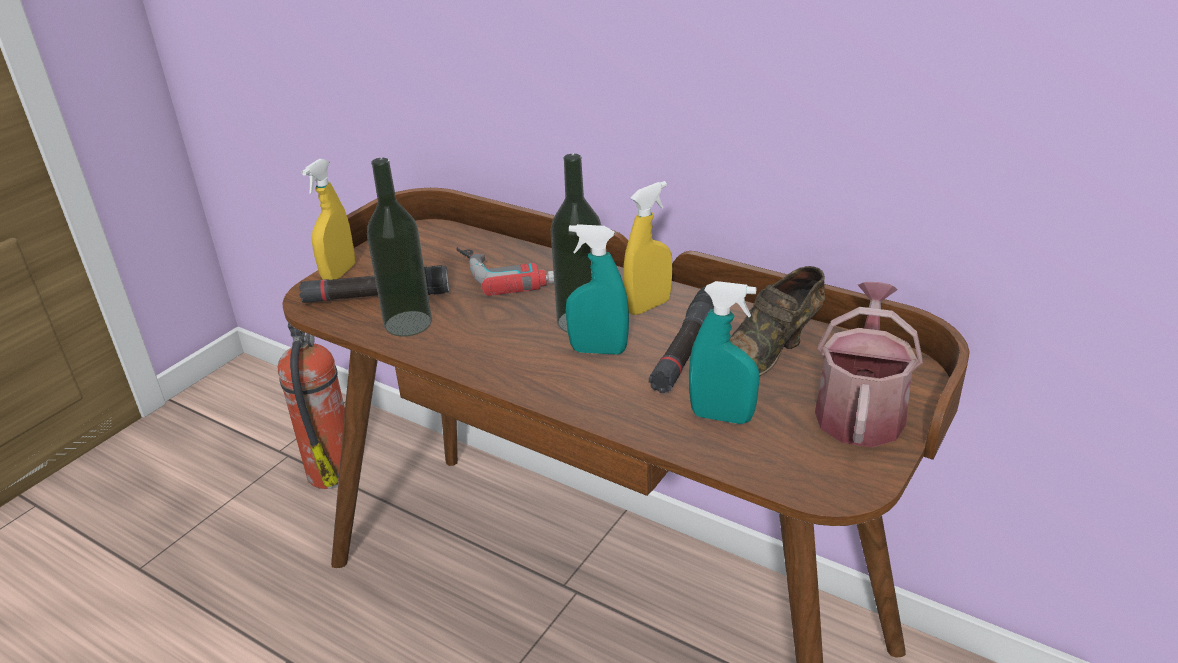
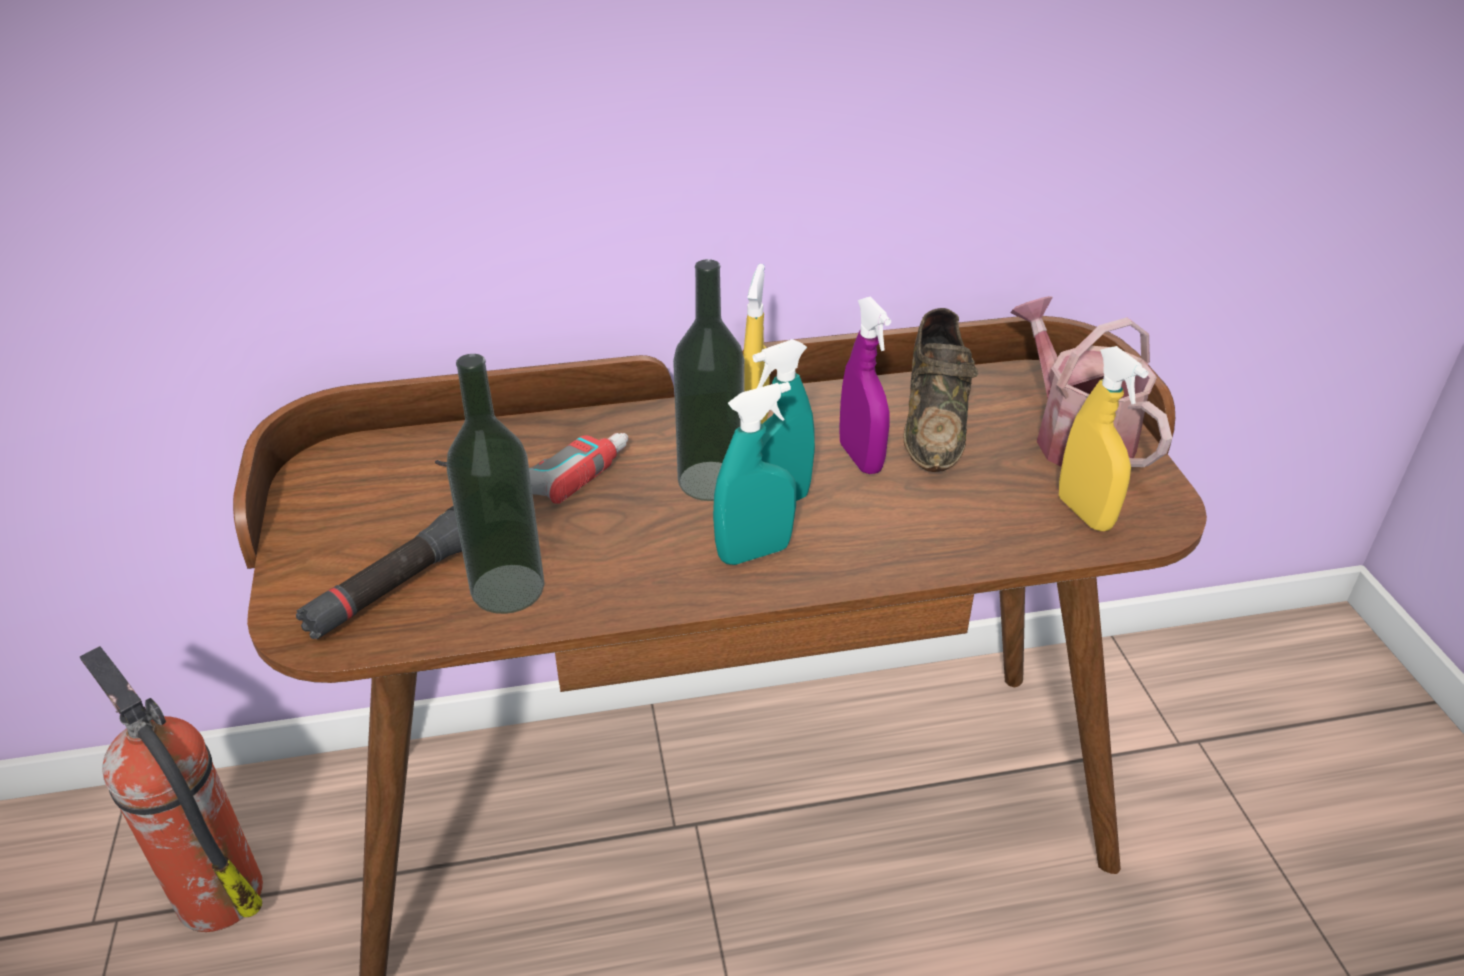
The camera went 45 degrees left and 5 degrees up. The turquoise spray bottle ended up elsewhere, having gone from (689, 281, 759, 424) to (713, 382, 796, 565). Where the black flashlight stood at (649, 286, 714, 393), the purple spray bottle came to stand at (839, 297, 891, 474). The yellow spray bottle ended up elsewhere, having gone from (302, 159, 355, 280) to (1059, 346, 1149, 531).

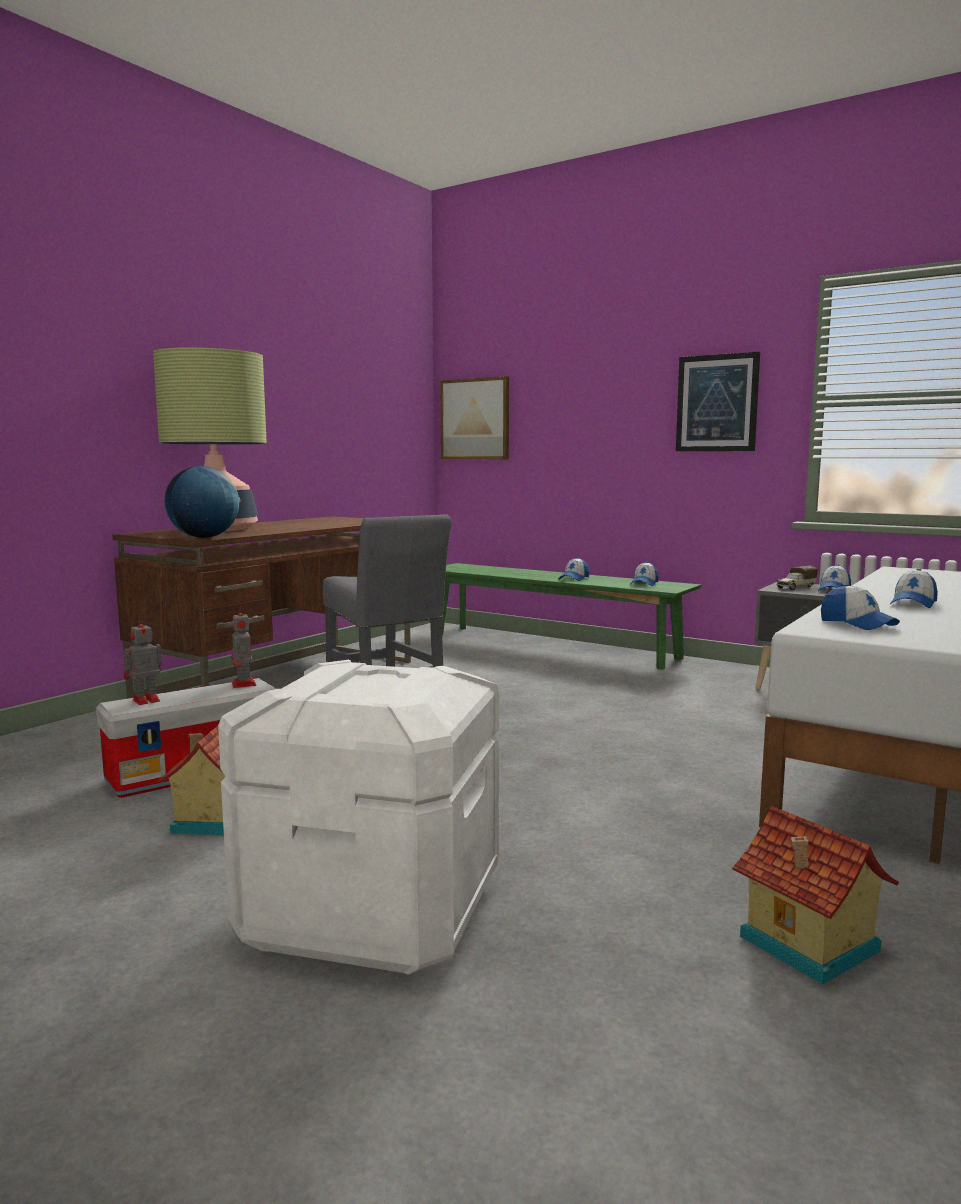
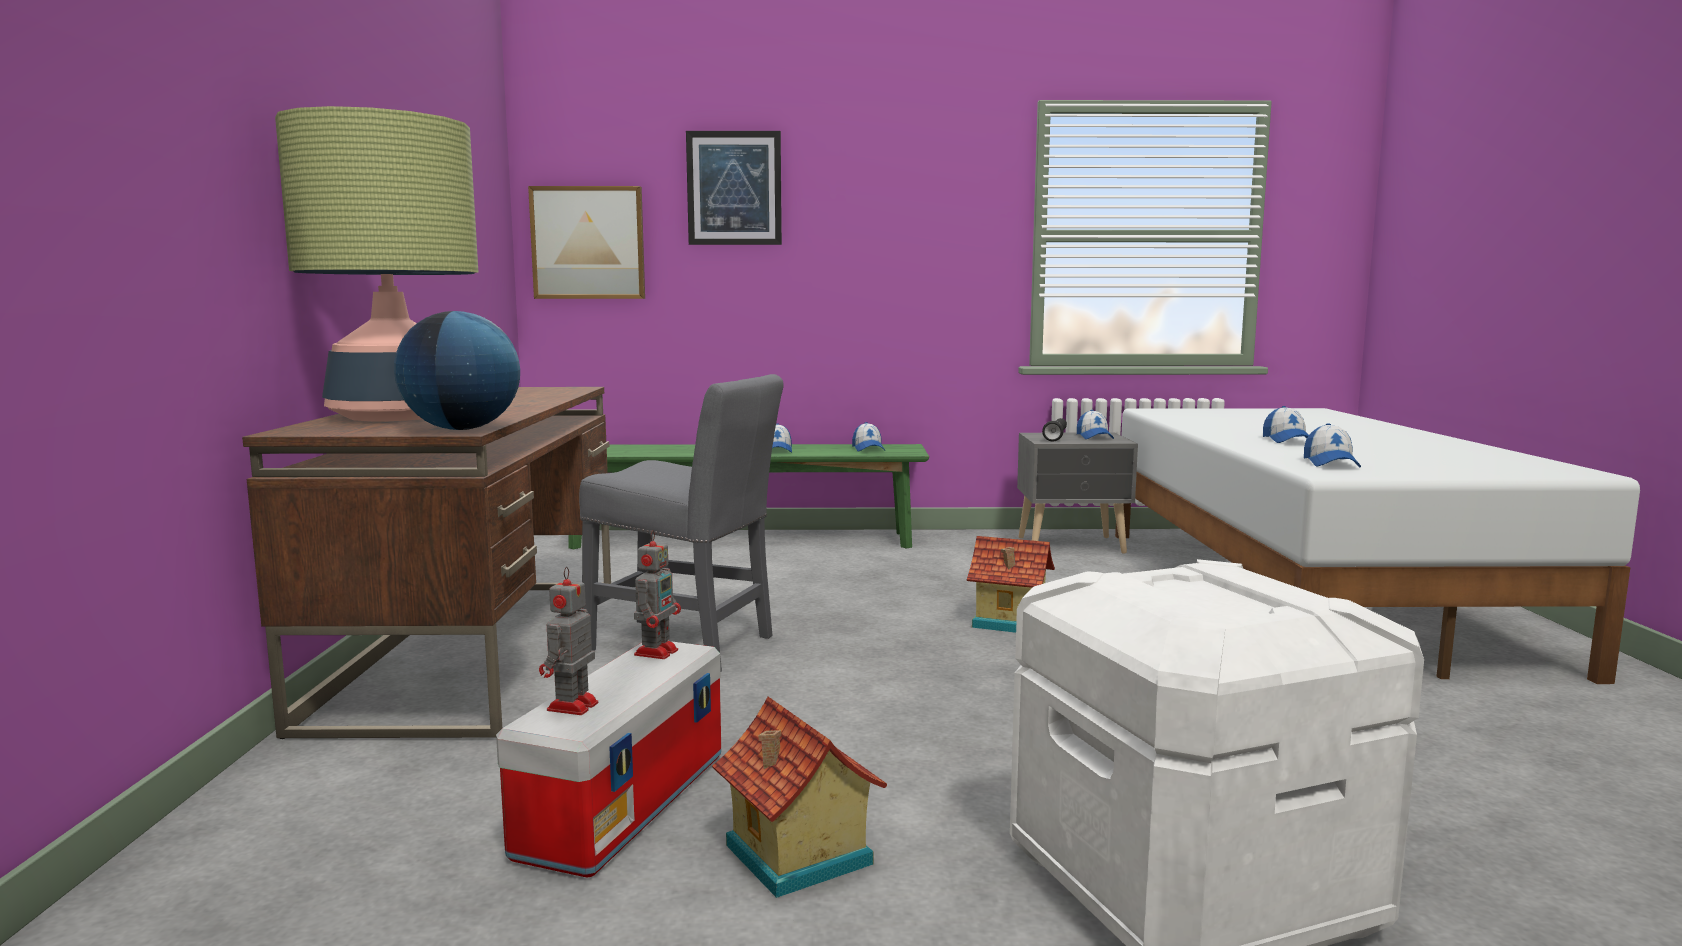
The camera went 35 degrees left and 0 degrees up. The toy robot at (231, 607, 256, 688) ended up facing another way, 105 degrees counterclockwise from before. The picture ended up elsewhere, having gone from (676, 352, 760, 451) to (686, 131, 782, 245). The toy house ended up elsewhere, having gone from (732, 806, 899, 984) to (967, 536, 1055, 633). Where the toy truck stood at (776, 566, 818, 590), the black flashlight came to stand at (1042, 418, 1067, 442). The cap at (821, 584, 900, 630) ended up facing another way, 75 degrees clockwise from before.

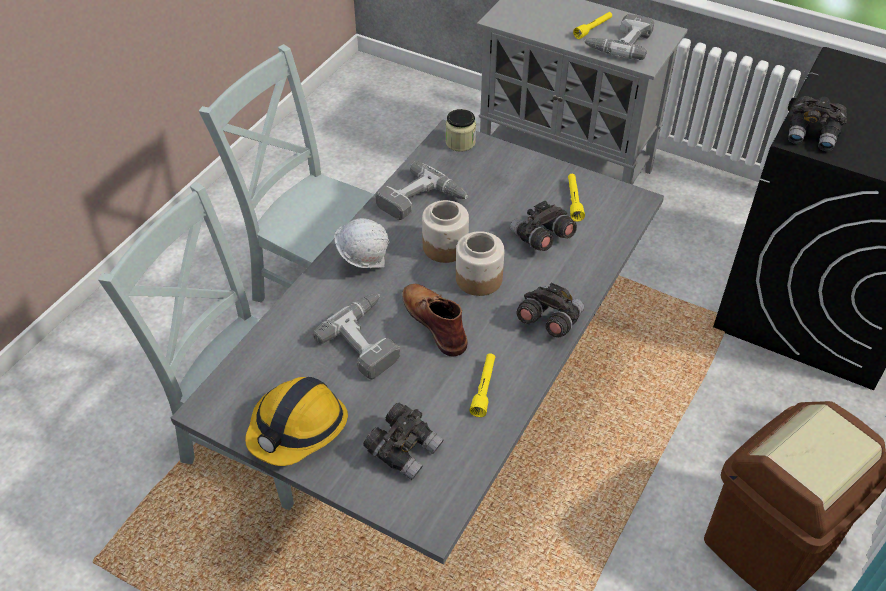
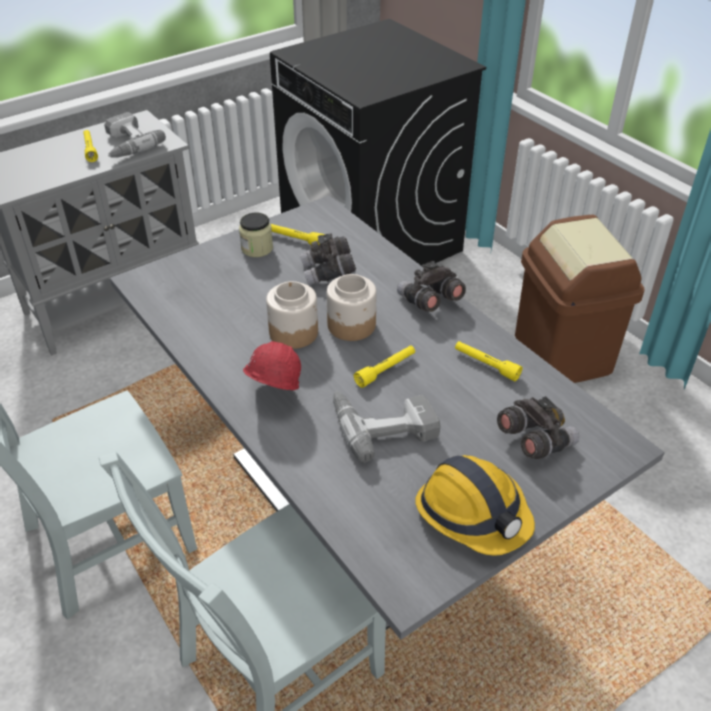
The camera went 65 degrees left and 5 degrees down. The jar ended up elsewhere, having gone from (446, 109, 476, 152) to (239, 213, 273, 257). What was the white hard hat at (334, 218, 389, 268) turned into the red hard hat at (243, 341, 301, 390). Where the brown boot stood at (402, 284, 468, 356), the yellow flashlight came to stand at (354, 345, 415, 388). The second view lost the power drill at (375, 161, 468, 220). The second view lost the grey binoculars at (788, 96, 847, 151).

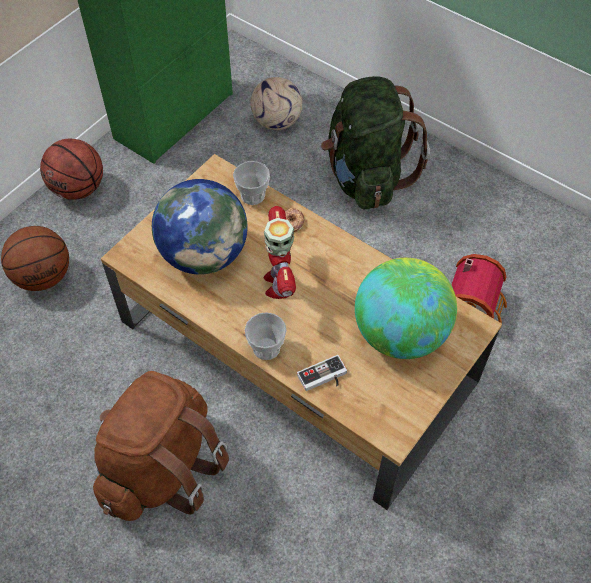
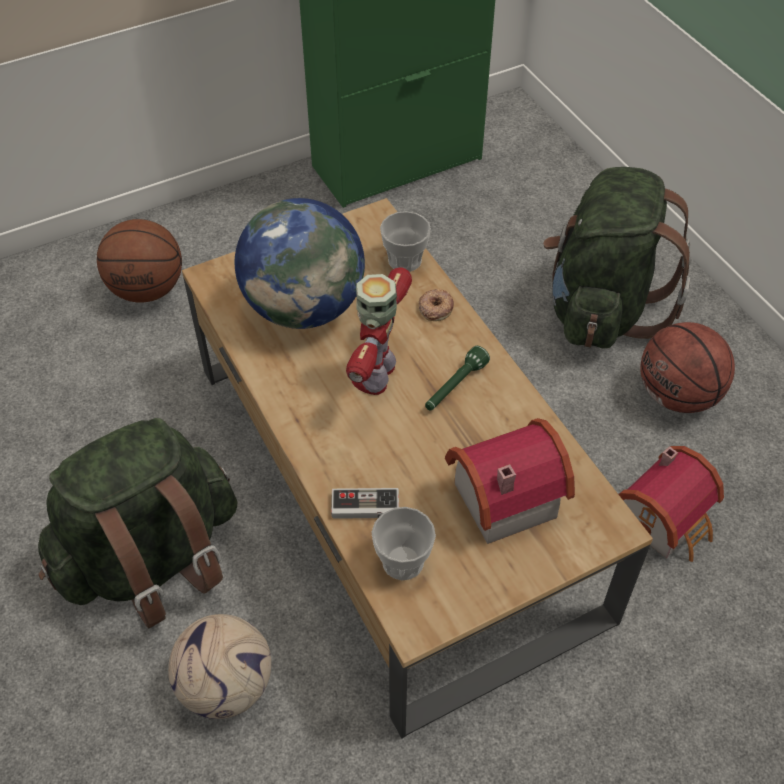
The camera went 25 degrees right and 5 degrees down. What was the brown backpack at (93, 371, 229, 521) turned into the green backpack at (38, 418, 237, 628). The football ended up elsewhere, having gone from (250, 77, 302, 130) to (168, 614, 271, 719). The cup ended up elsewhere, having gone from (245, 312, 287, 360) to (371, 507, 436, 580). The second view gained the green flashlight at (425, 346, 490, 410). Where the globe stood at (355, 258, 457, 359), the toy house came to stand at (445, 418, 575, 544). The basketball ended up elsewhere, having gone from (40, 139, 103, 200) to (640, 322, 735, 413).

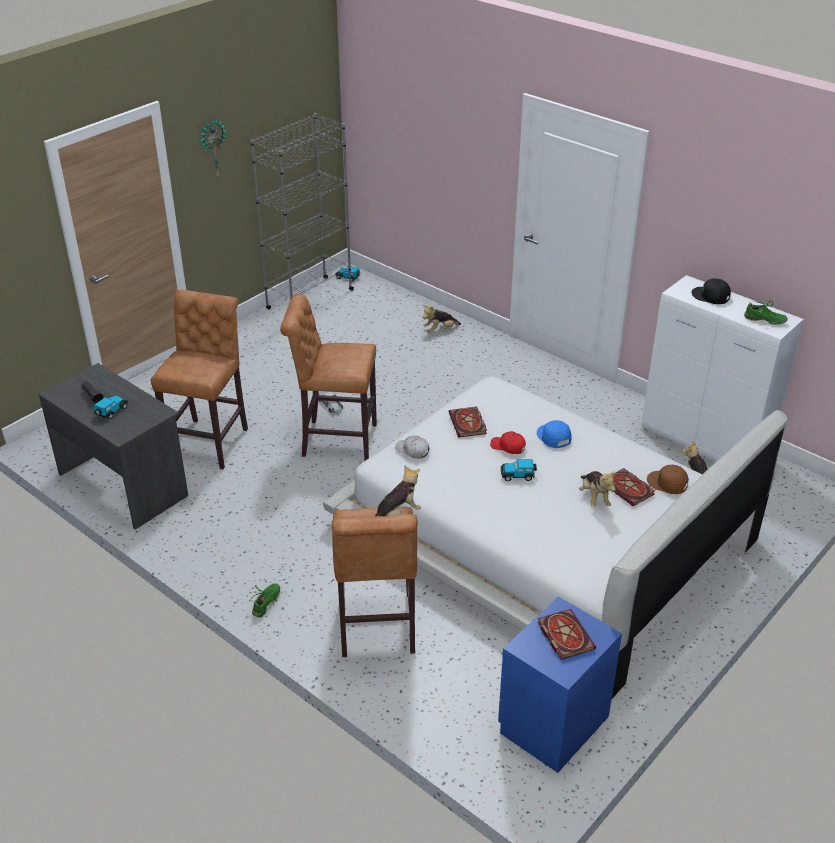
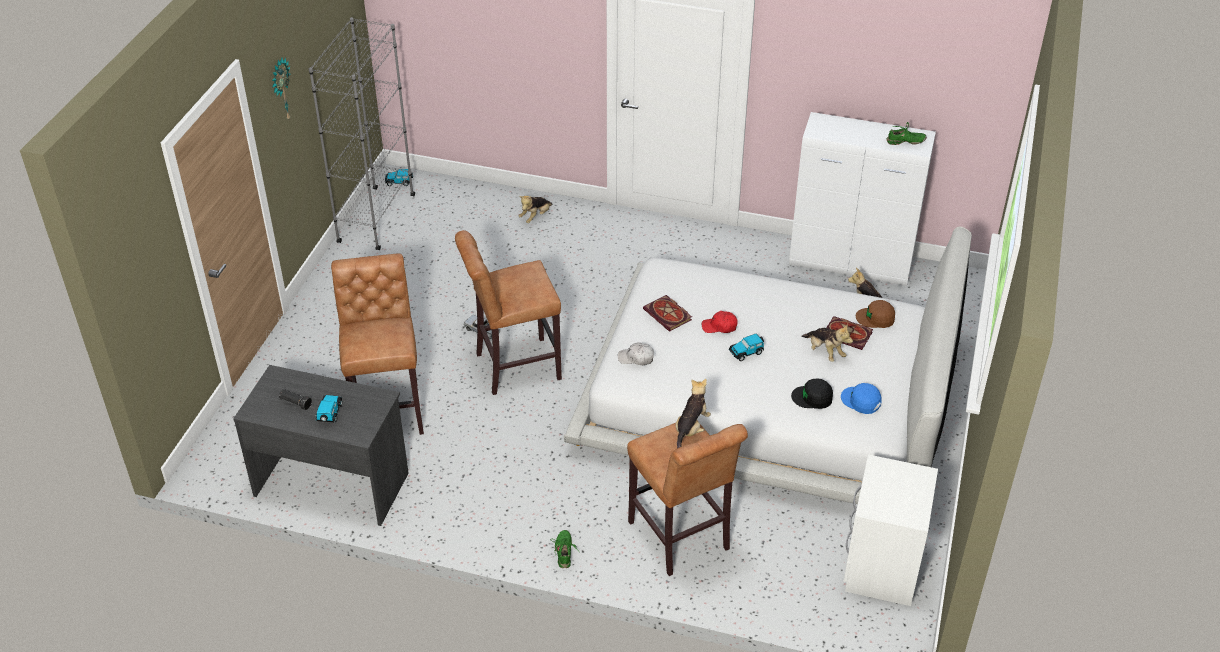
The camera went 25 degrees left and 5 degrees up. The black cap ended up elsewhere, having gone from (692, 279, 731, 304) to (791, 378, 833, 409). The blue cap ended up elsewhere, having gone from (537, 420, 572, 448) to (841, 383, 882, 414). What was the blue nightstand at (498, 596, 622, 773) turned into the white nightstand at (844, 455, 938, 606). The second view lost the book at (538, 609, 596, 660).

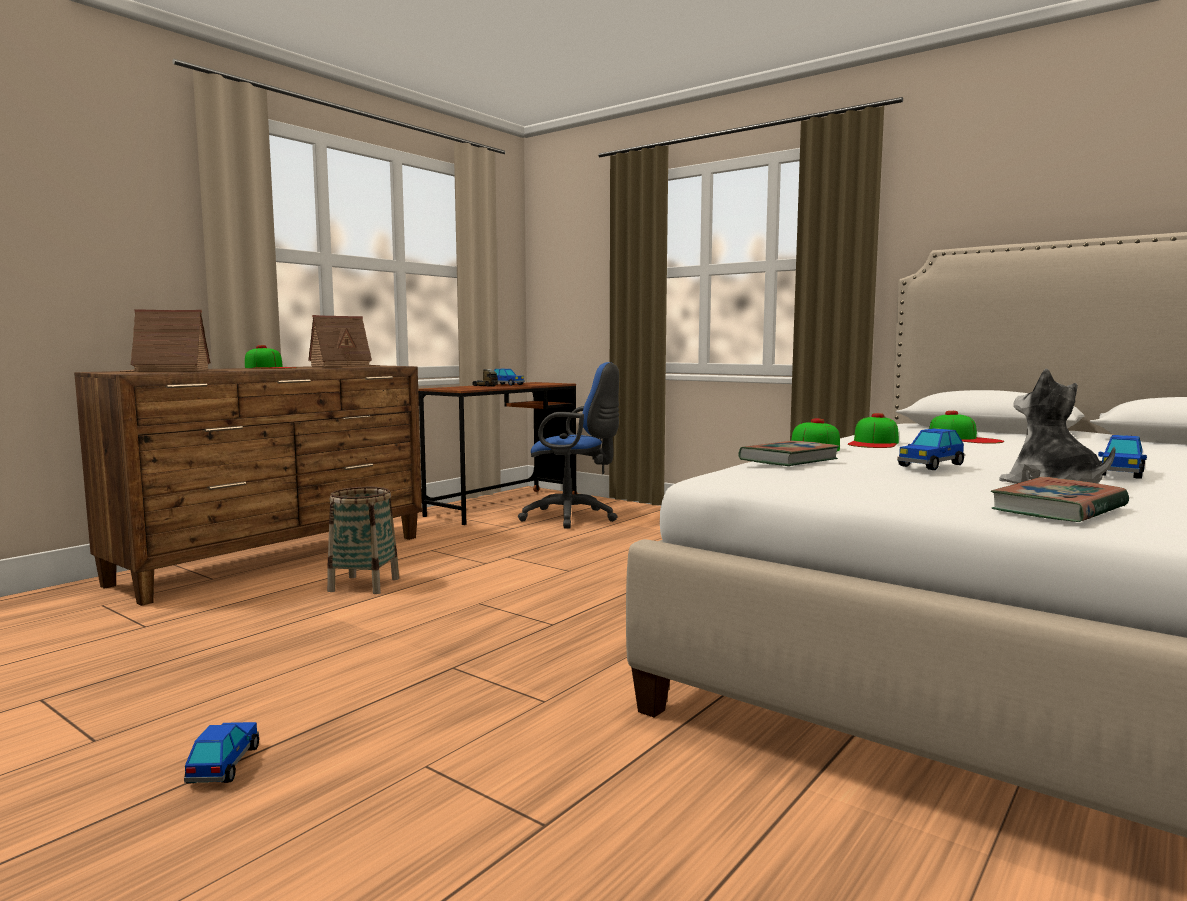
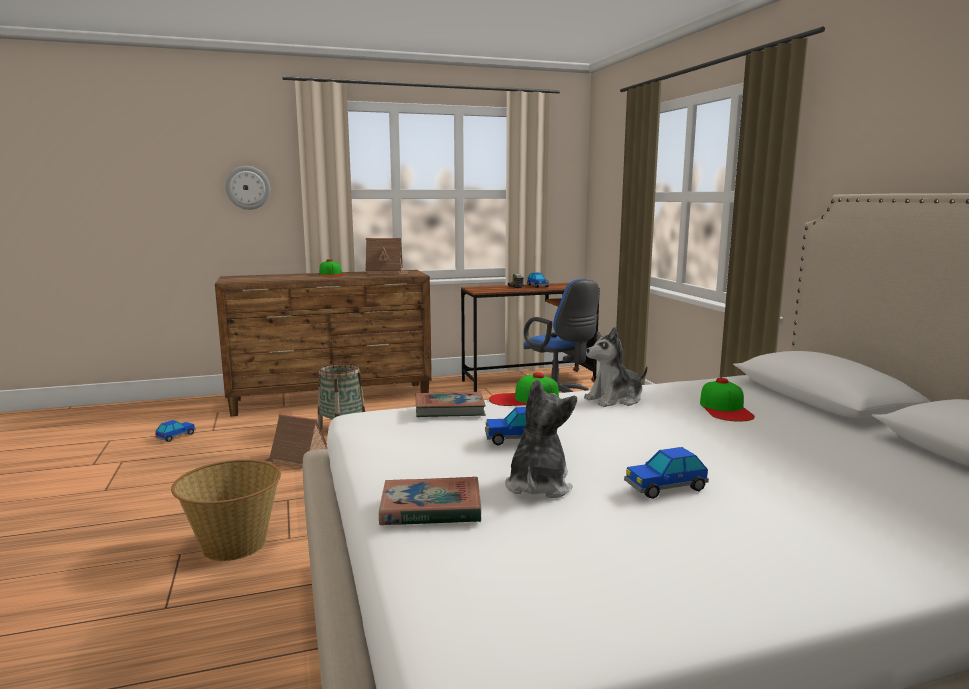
The camera went 35 degrees right and 5 degrees up. The toy car ended up elsewhere, having gone from (184, 722, 259, 784) to (155, 420, 196, 442). The second view gained the basket at (171, 460, 281, 561). The second view gained the wall clock at (225, 166, 270, 210). The toy house ended up elsewhere, having gone from (120, 309, 211, 372) to (265, 414, 327, 467). Where the cap stood at (848, 413, 899, 448), the plush toy came to stand at (584, 327, 648, 407).

